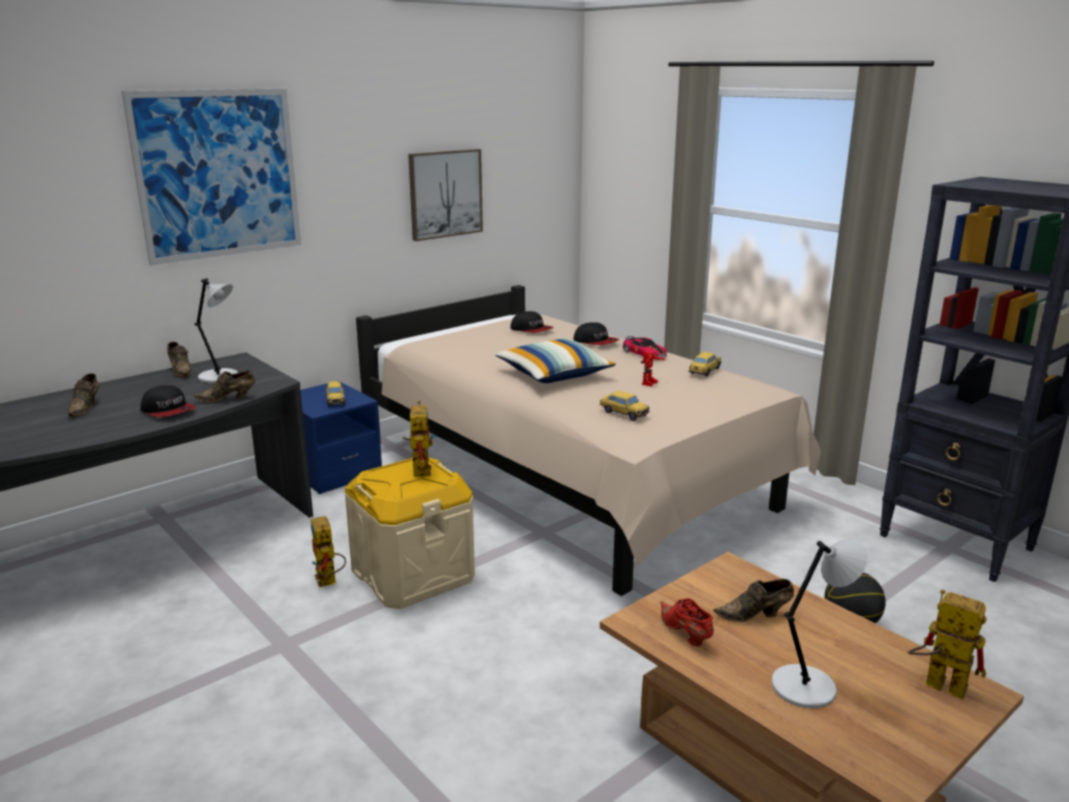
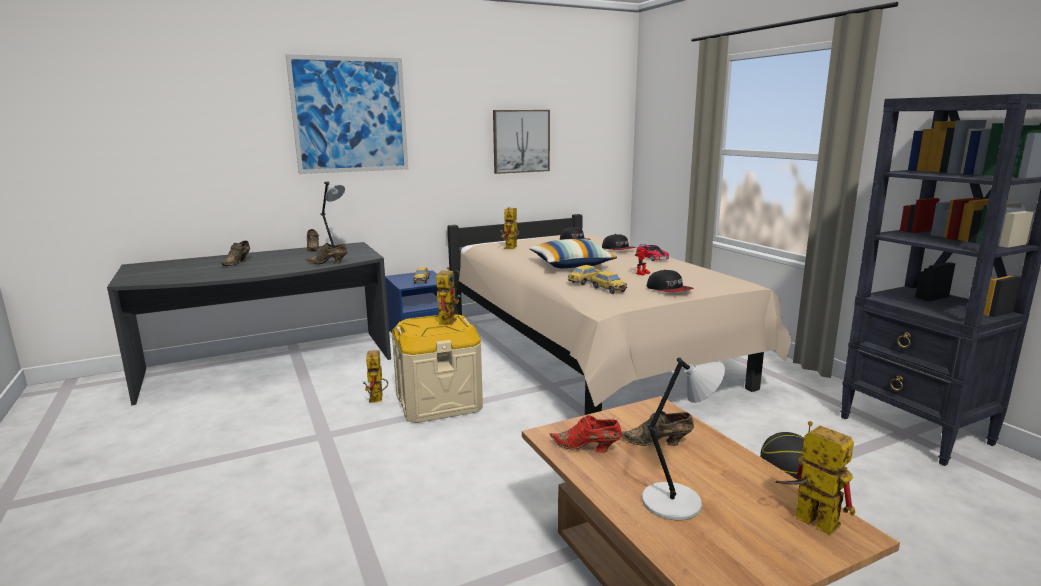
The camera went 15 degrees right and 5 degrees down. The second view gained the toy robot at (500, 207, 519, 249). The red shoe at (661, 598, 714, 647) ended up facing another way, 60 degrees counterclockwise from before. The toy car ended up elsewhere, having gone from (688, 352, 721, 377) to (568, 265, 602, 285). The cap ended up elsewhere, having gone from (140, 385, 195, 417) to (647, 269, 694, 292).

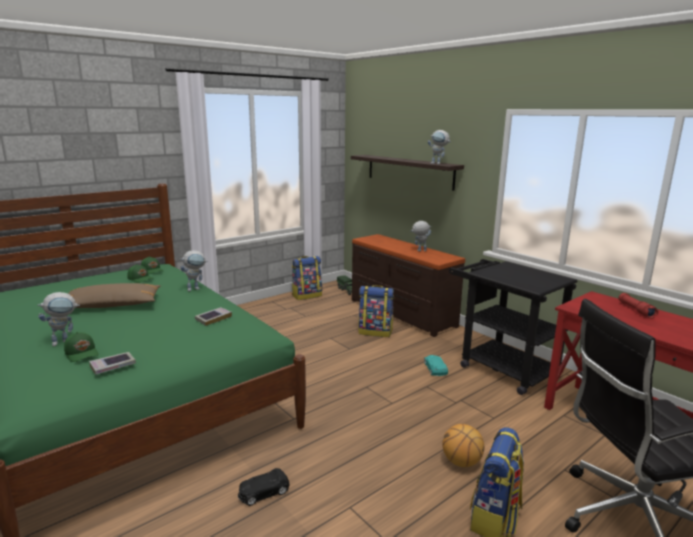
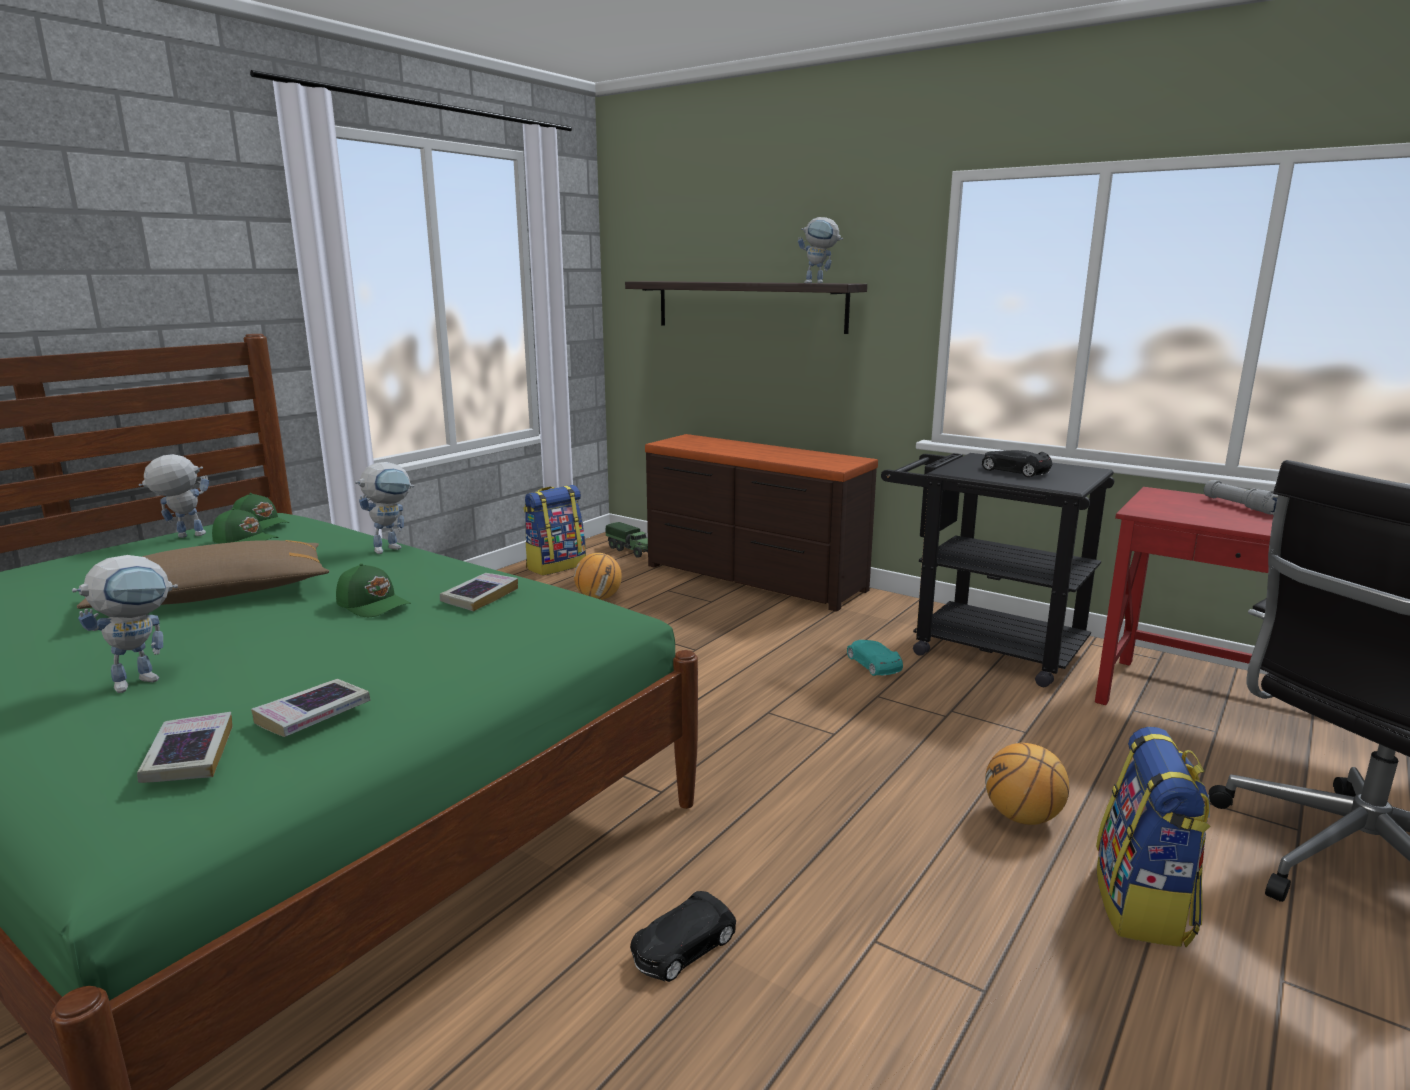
The camera went 15 degrees left and 0 degrees up. The second view gained the book at (137, 712, 233, 783). The toy robot ended up elsewhere, having gone from (410, 221, 432, 251) to (139, 454, 209, 538). The green cap ended up elsewhere, having gone from (64, 332, 99, 362) to (336, 563, 411, 617). The second view gained the basketball at (574, 553, 622, 600). The second view gained the black toy car at (982, 450, 1053, 477). What was the red flashlight at (618, 293, 659, 319) turned into the grey flashlight at (1204, 480, 1278, 515). The second view lost the backpack at (358, 285, 394, 337).

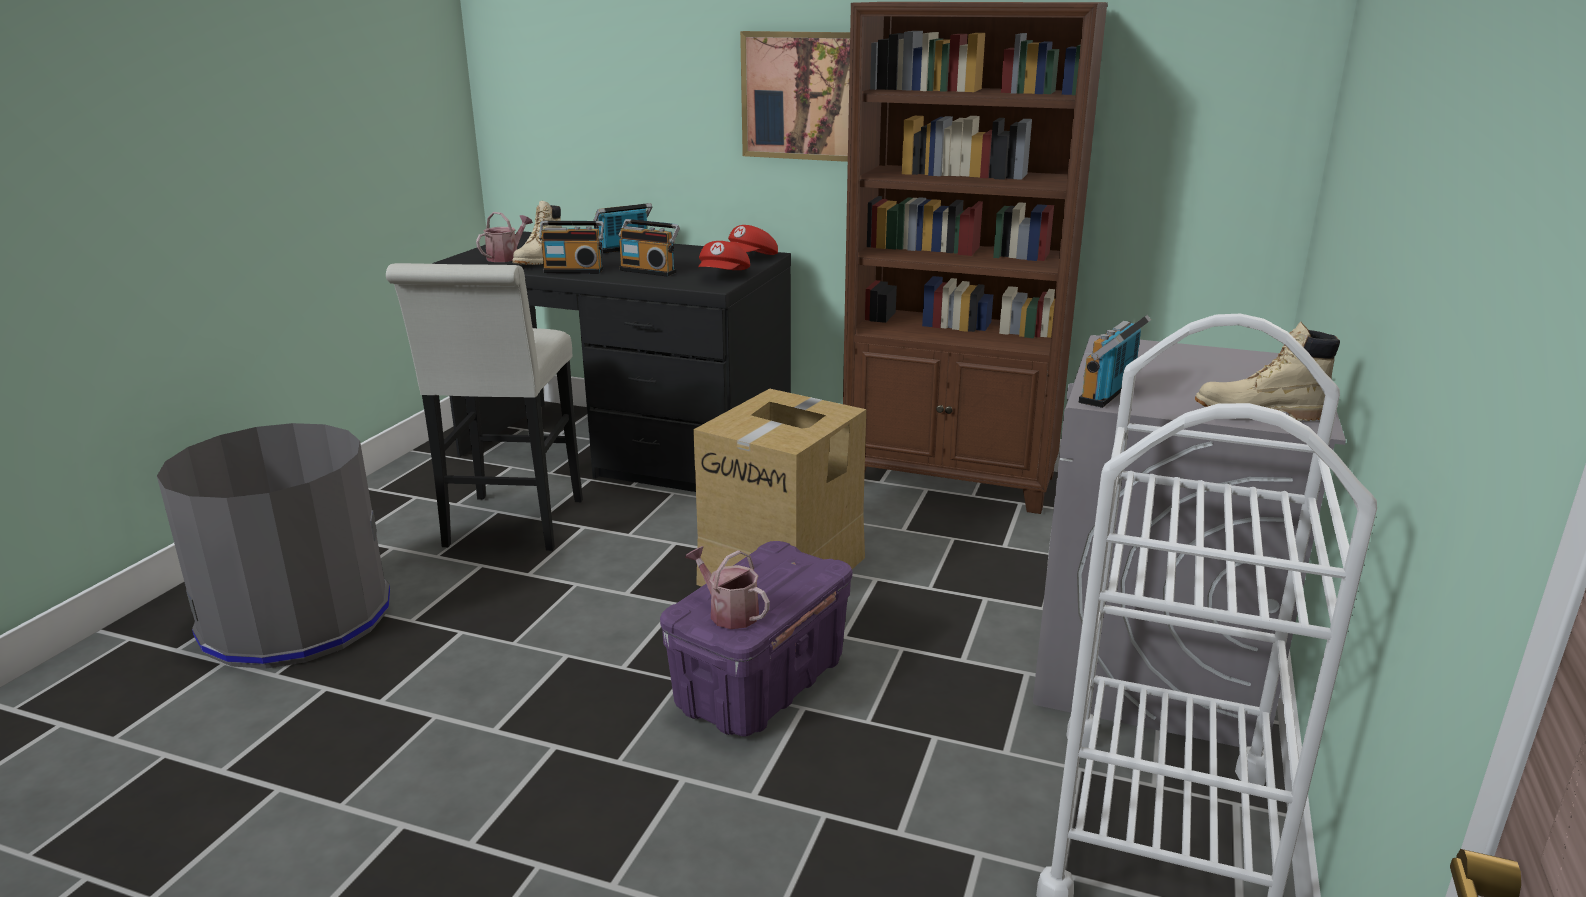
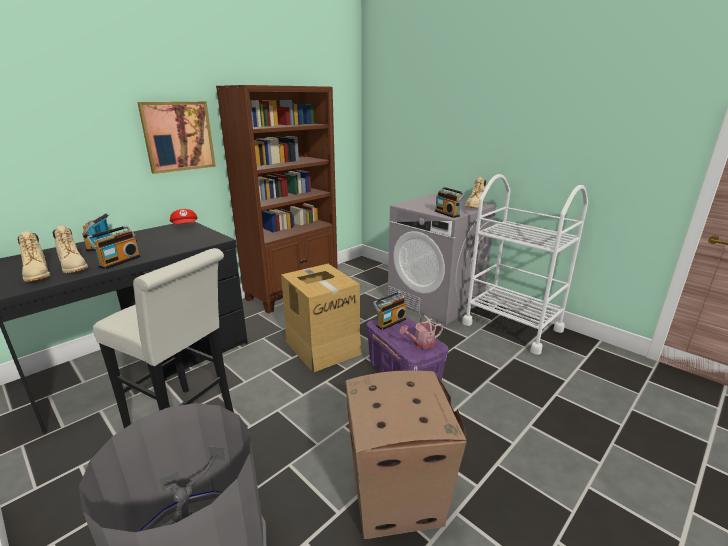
The camera went 65 degrees left and 0 degrees up. Where the watering can stood at (476, 212, 533, 262), the beige boot came to stand at (18, 231, 50, 282). The second view gained the cardboard box at (346, 370, 467, 539). The radio ended up elsewhere, having gone from (618, 219, 680, 277) to (373, 291, 406, 330). The second view lost the red cap at (698, 241, 750, 270).

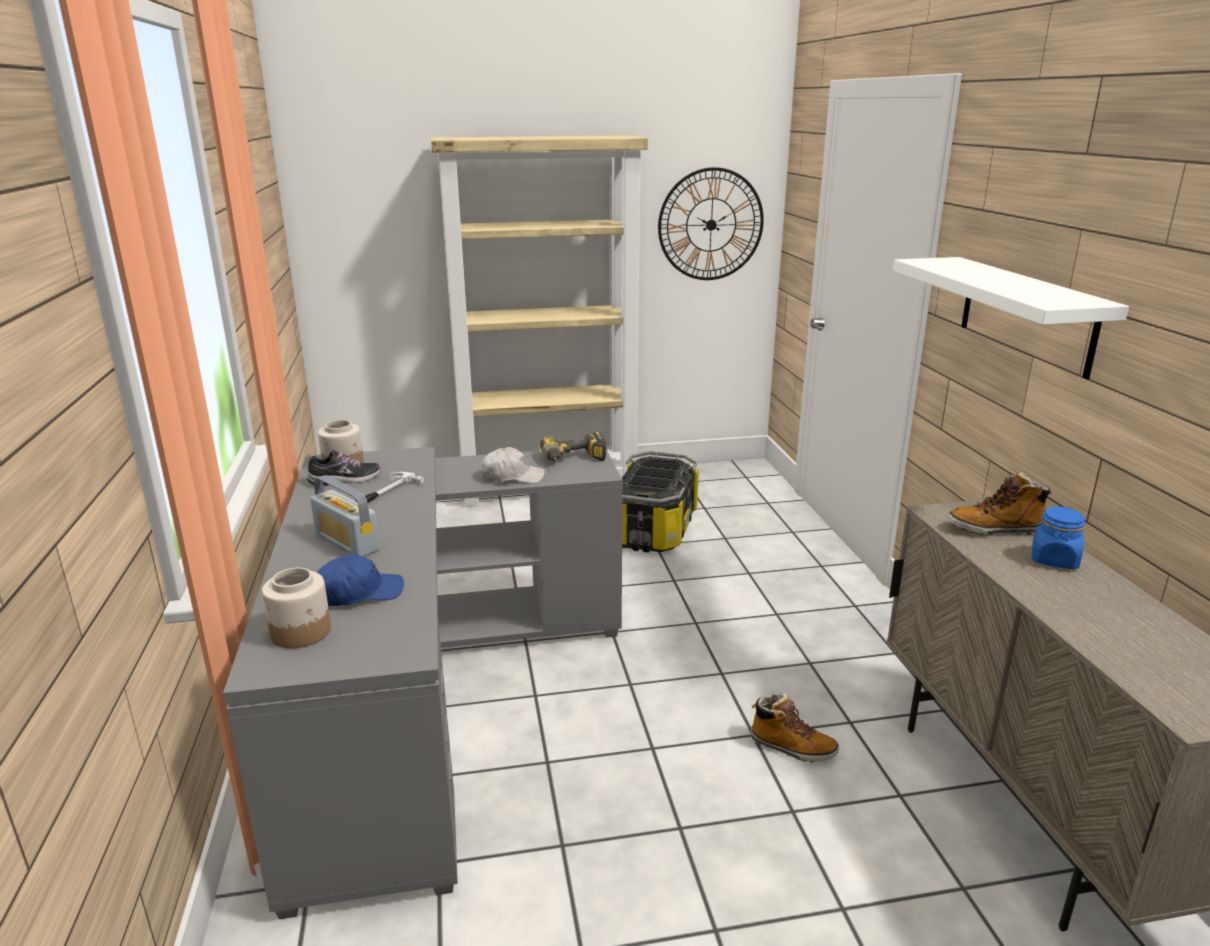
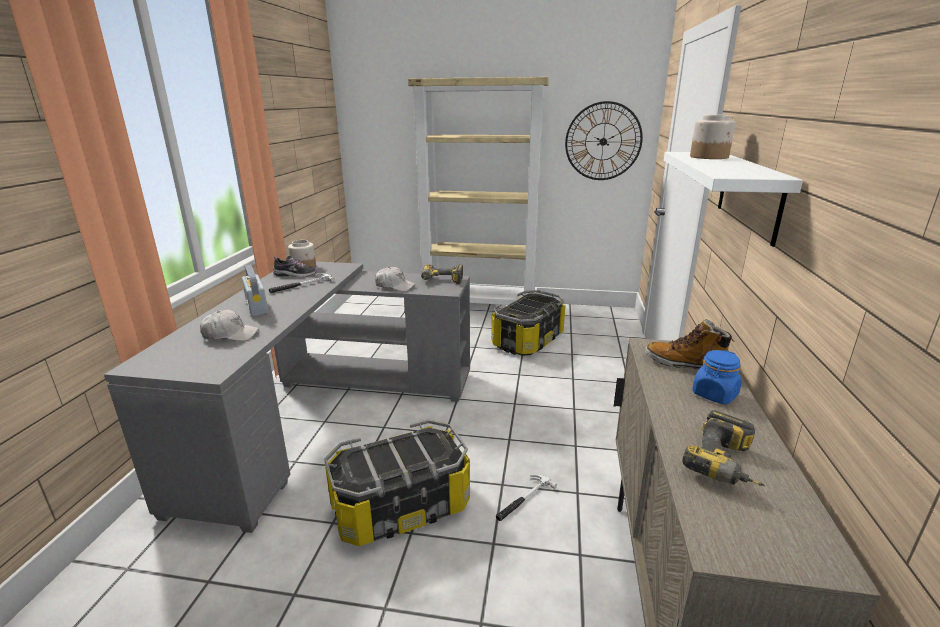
The camera went 20 degrees right and 0 degrees up. What was the blue cap at (317, 554, 404, 606) turned into the white cap at (200, 310, 259, 341). The second view gained the storage box at (324, 420, 470, 546). Where the boot stood at (751, 693, 839, 762), the hammer came to stand at (496, 475, 557, 521). The second view gained the power drill at (682, 410, 765, 486). The jar ended up elsewhere, having gone from (262, 568, 331, 649) to (690, 115, 736, 159).

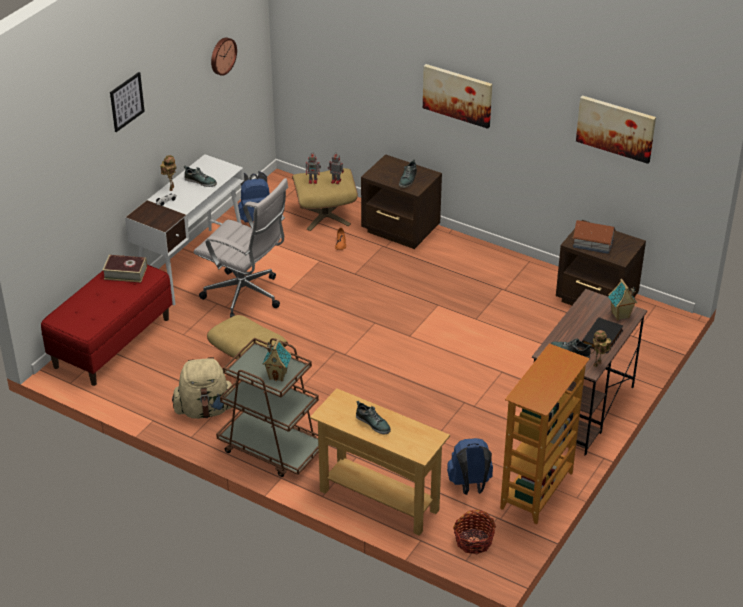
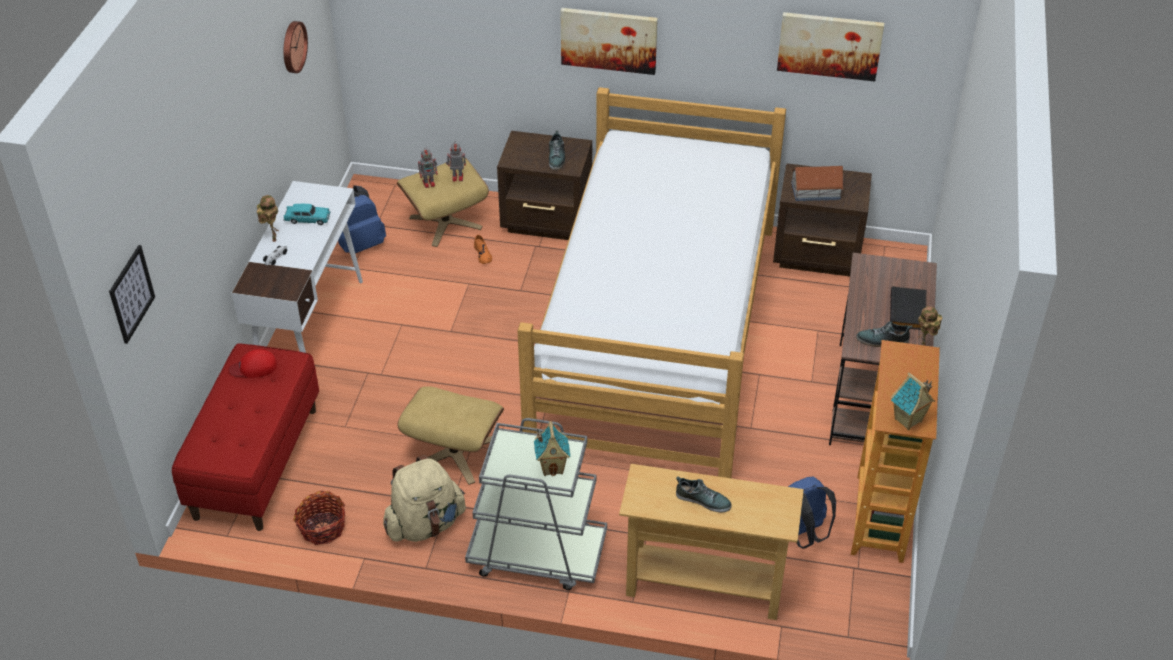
The camera went 20 degrees left and 5 degrees up. The picture ended up elsewhere, having gone from (110, 72, 145, 132) to (109, 245, 155, 344). Where the book stood at (102, 255, 147, 282), the red cap came to stand at (228, 349, 277, 378). Where the shoe stood at (184, 166, 217, 187), the turquoise toy car came to stand at (283, 204, 331, 225). The basket ended up elsewhere, having gone from (453, 510, 496, 554) to (293, 491, 345, 545). What was the brown cart at (216, 338, 319, 477) turned into the grey cart at (465, 418, 607, 590). The second view gained the bed at (518, 87, 786, 478). The toy house ended up elsewhere, having gone from (608, 279, 637, 321) to (891, 372, 935, 430). The second view lost the white office chair at (194, 178, 288, 318).

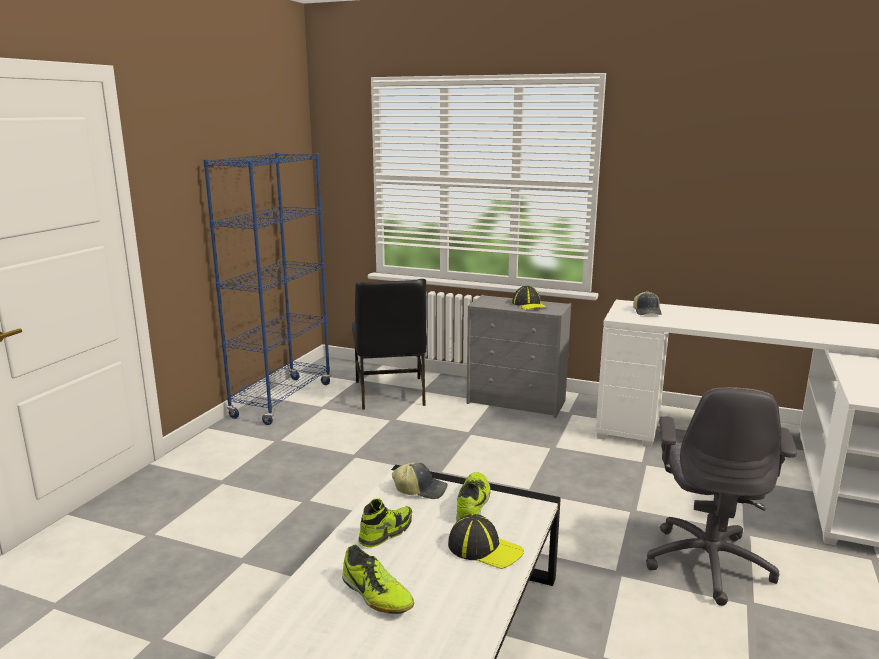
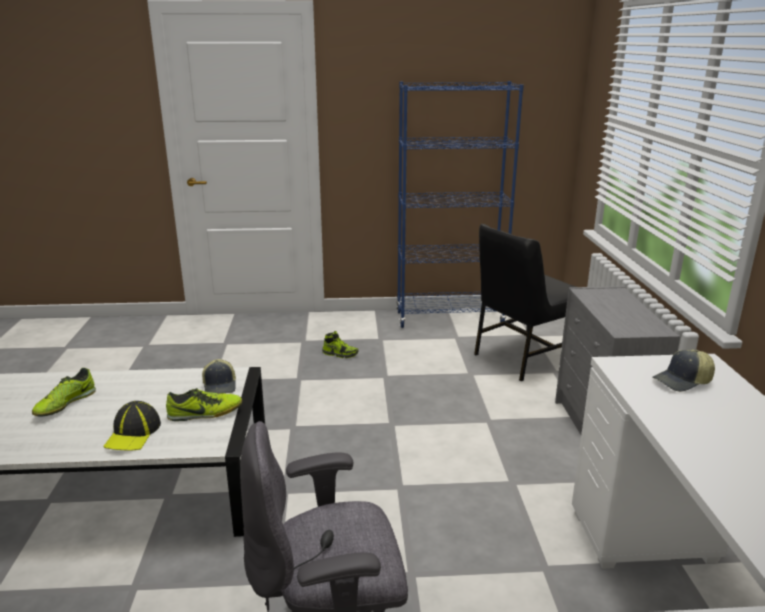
The camera went 65 degrees right and 5 degrees up. The shoe ended up elsewhere, having gone from (359, 498, 412, 547) to (322, 331, 358, 358). The second view lost the cap at (512, 286, 547, 310).

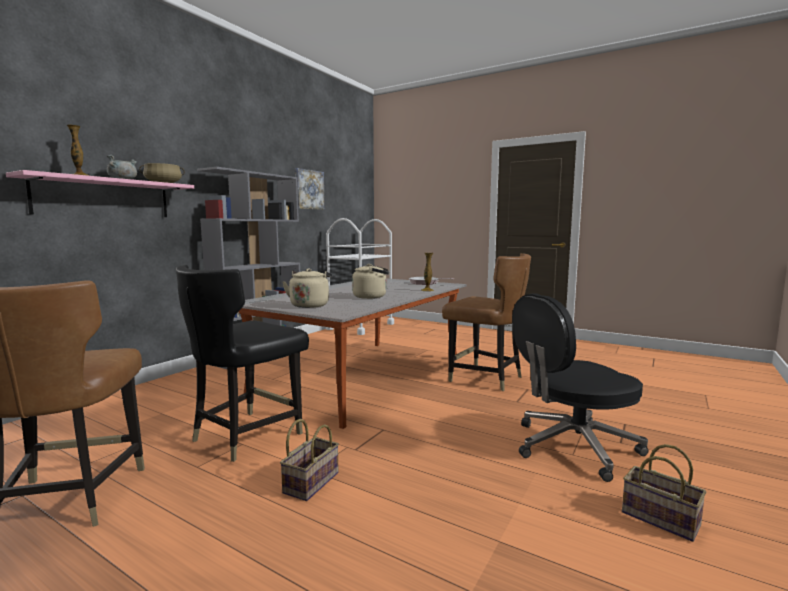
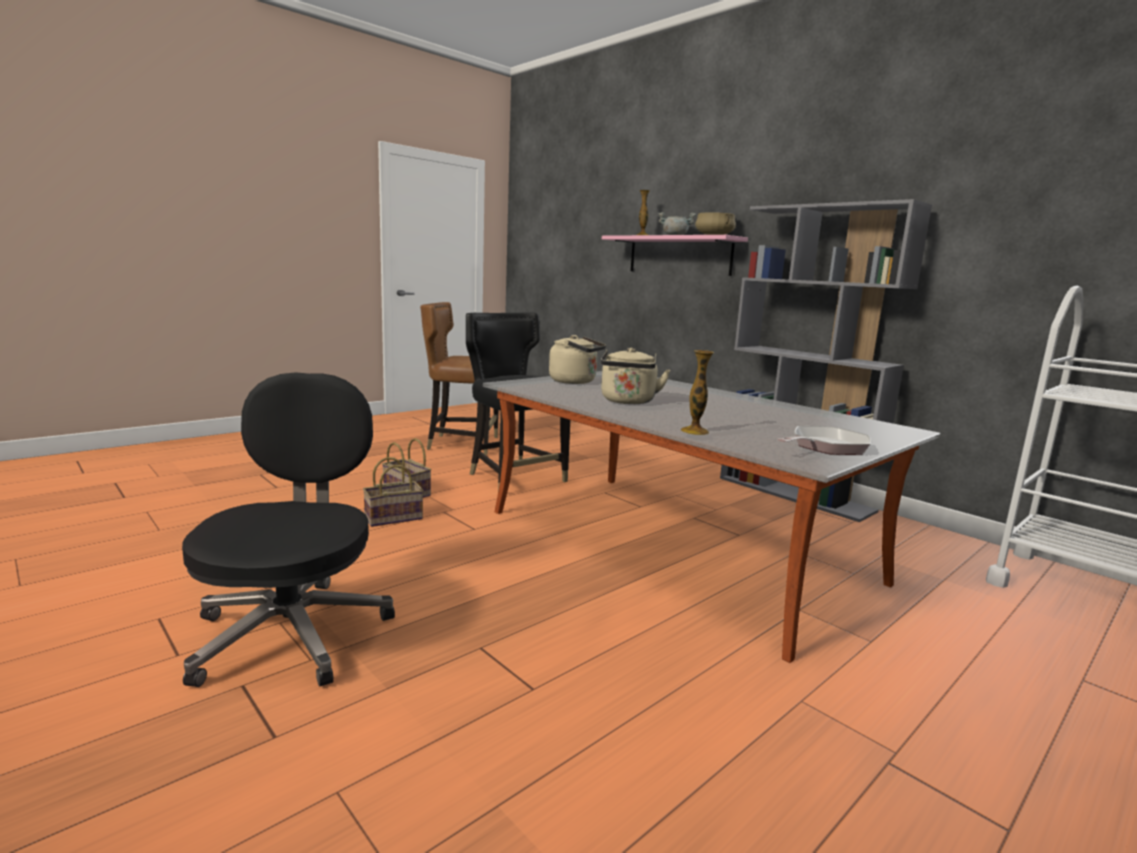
The camera went 105 degrees right and 5 degrees up. The basket ended up elsewhere, having gone from (622, 444, 706, 542) to (363, 457, 424, 527). The second view lost the picture at (295, 168, 325, 210). The second view lost the brown chair at (442, 253, 531, 391).

